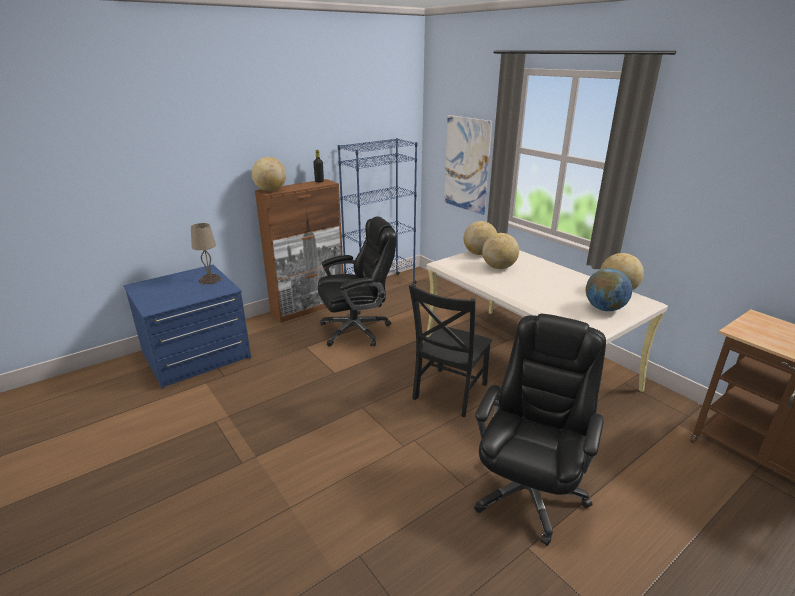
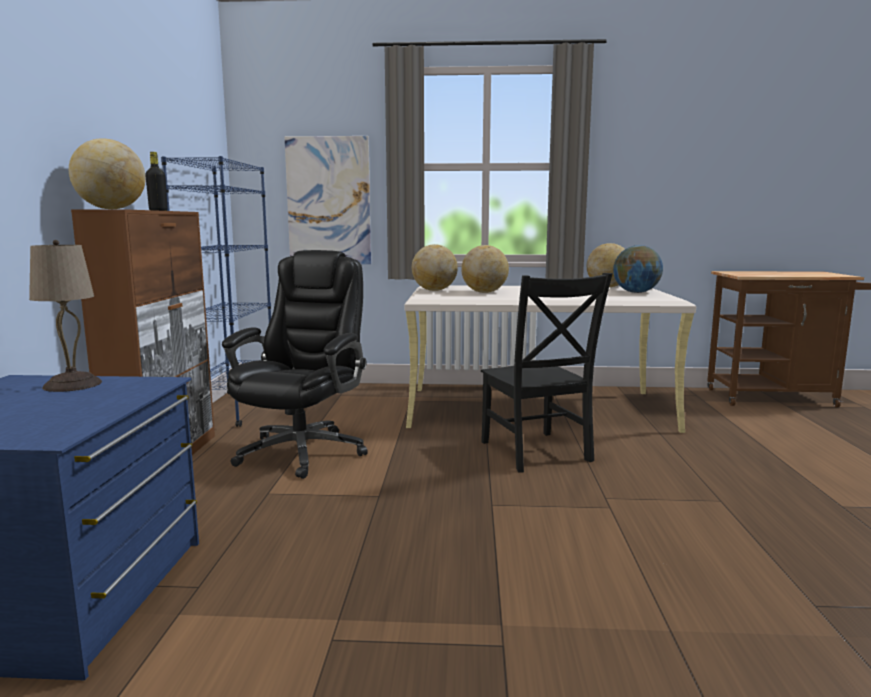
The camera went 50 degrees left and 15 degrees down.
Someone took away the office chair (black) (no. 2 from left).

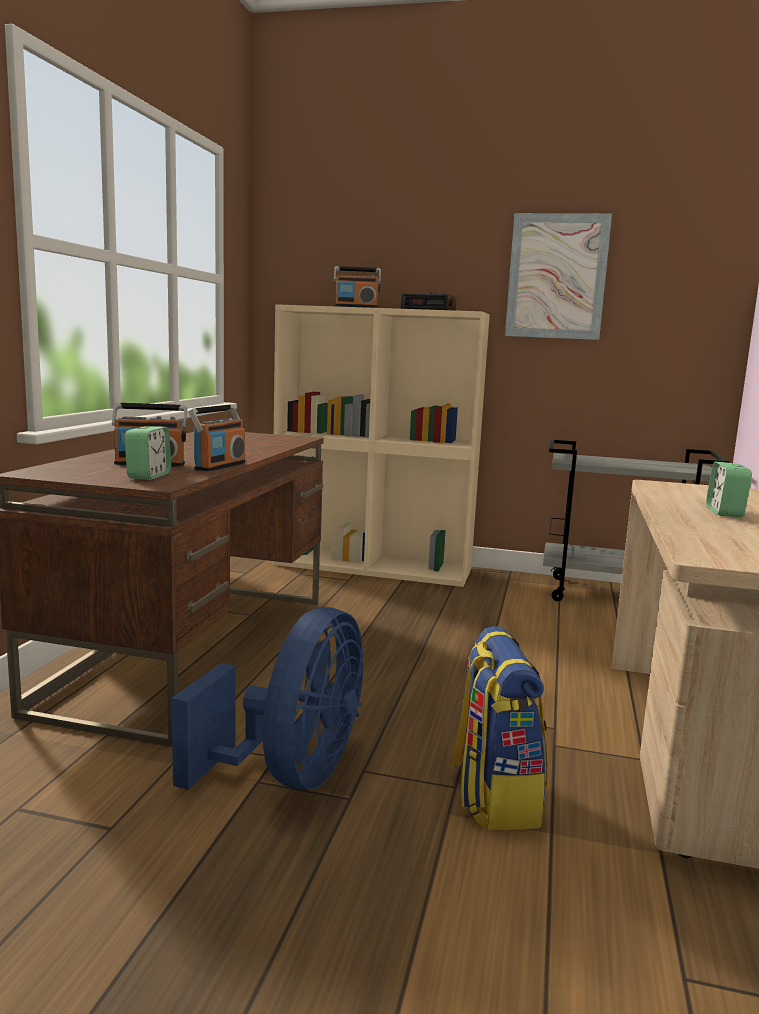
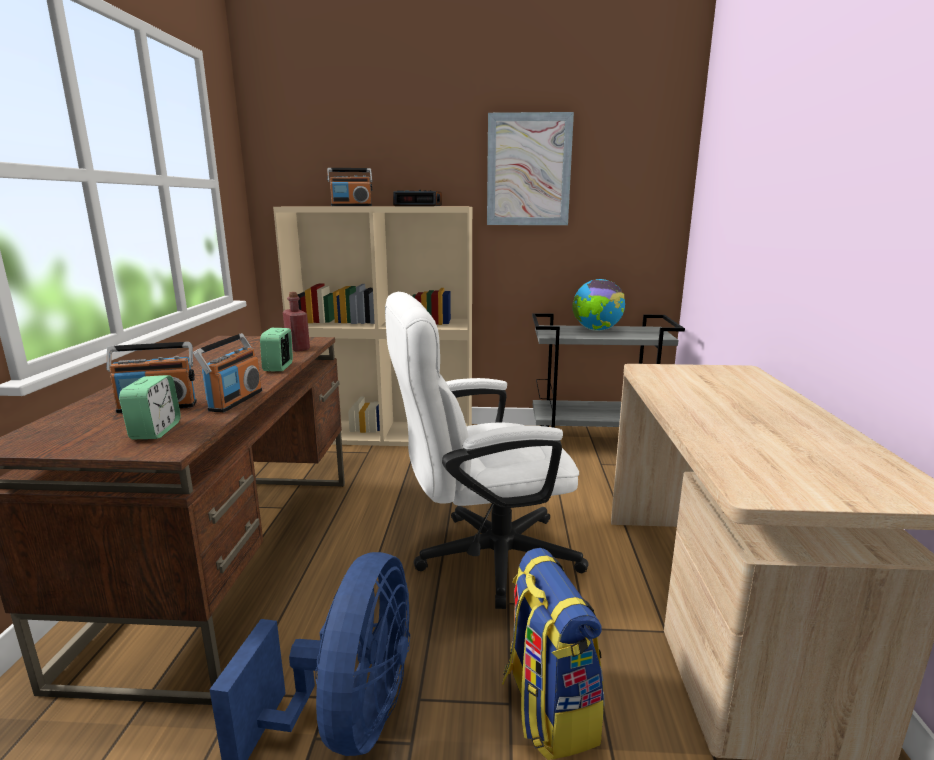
The camera went 10 degrees left and 5 degrees up.
Someone put down the bottle (red).
Someone put down the office chair (white).
Someone put down the globe.
Someone carried the alarm clock (no. 3 from left in the first image).

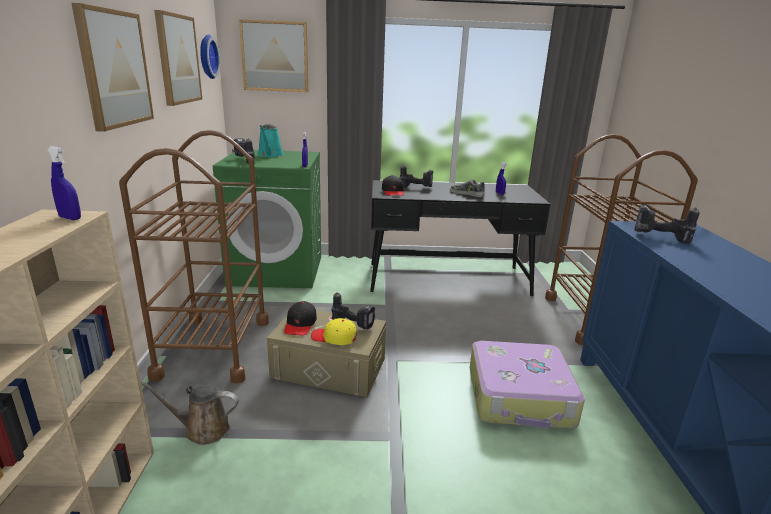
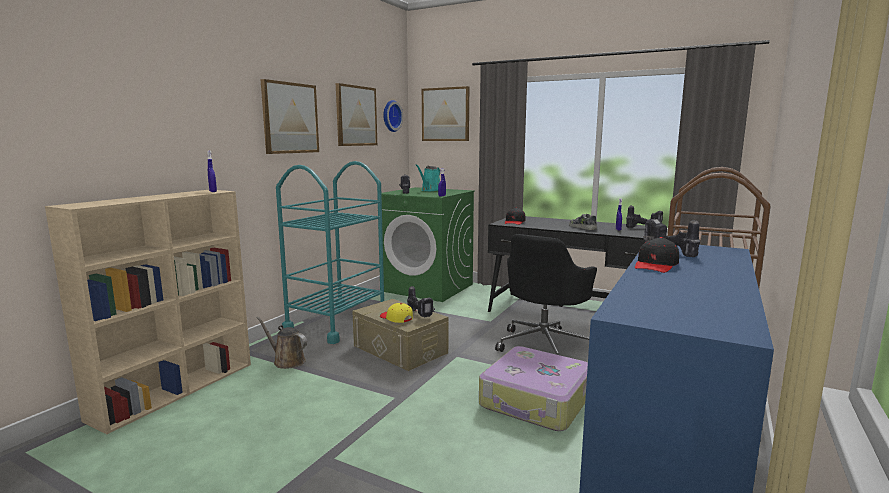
The camera went 30 degrees right and 10 degrees down.
Someone put down the office chair (black).
Someone carried the cap (black) (no. 1 from left in the first image).
Someone carried the power drill (no. 3 from left).
Someone repainted the cart (brown) (no. 1 from left), which became the cart (turquoise).

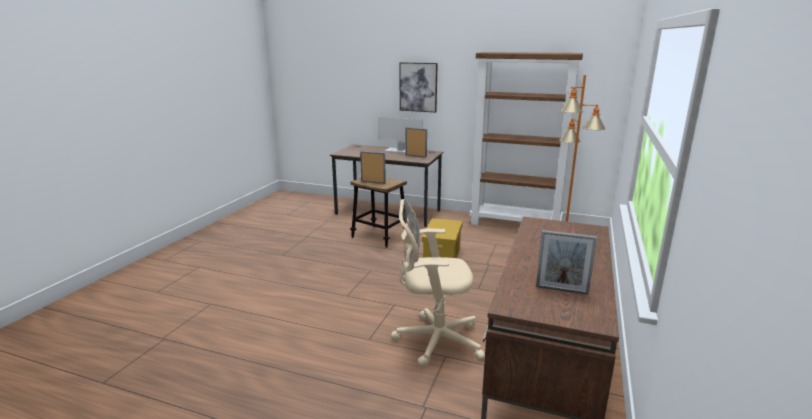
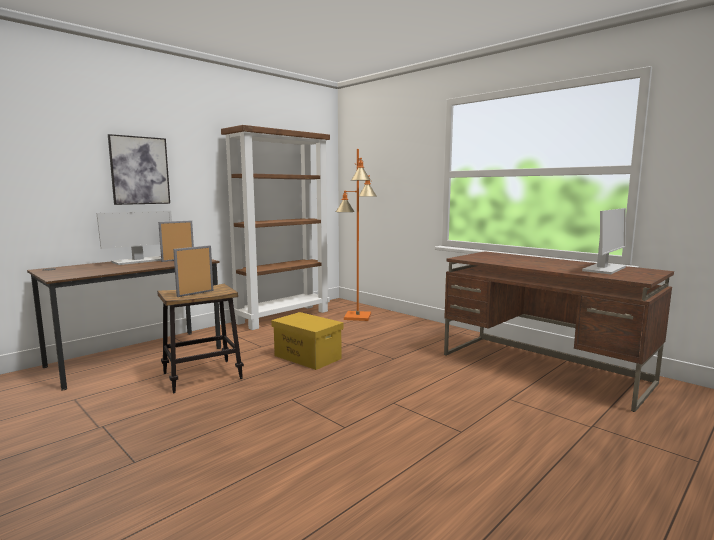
The camera went 65 degrees left and 10 degrees down.
Someone took away the office chair (beige).
Someone swapped the picture frame (no. 3 from left) for the monitor (no. 2 from left).

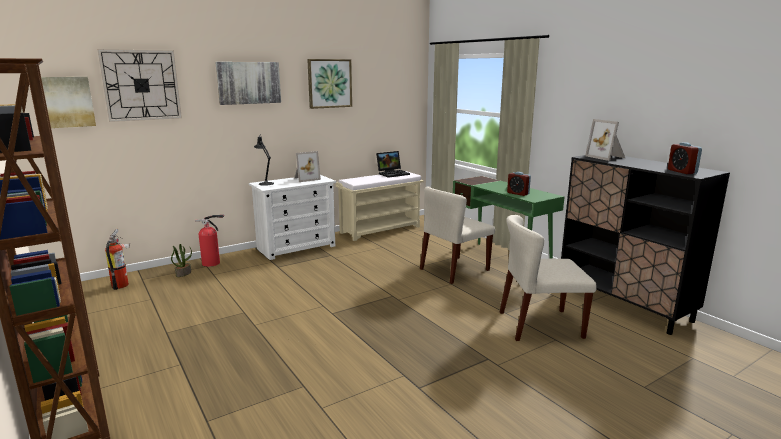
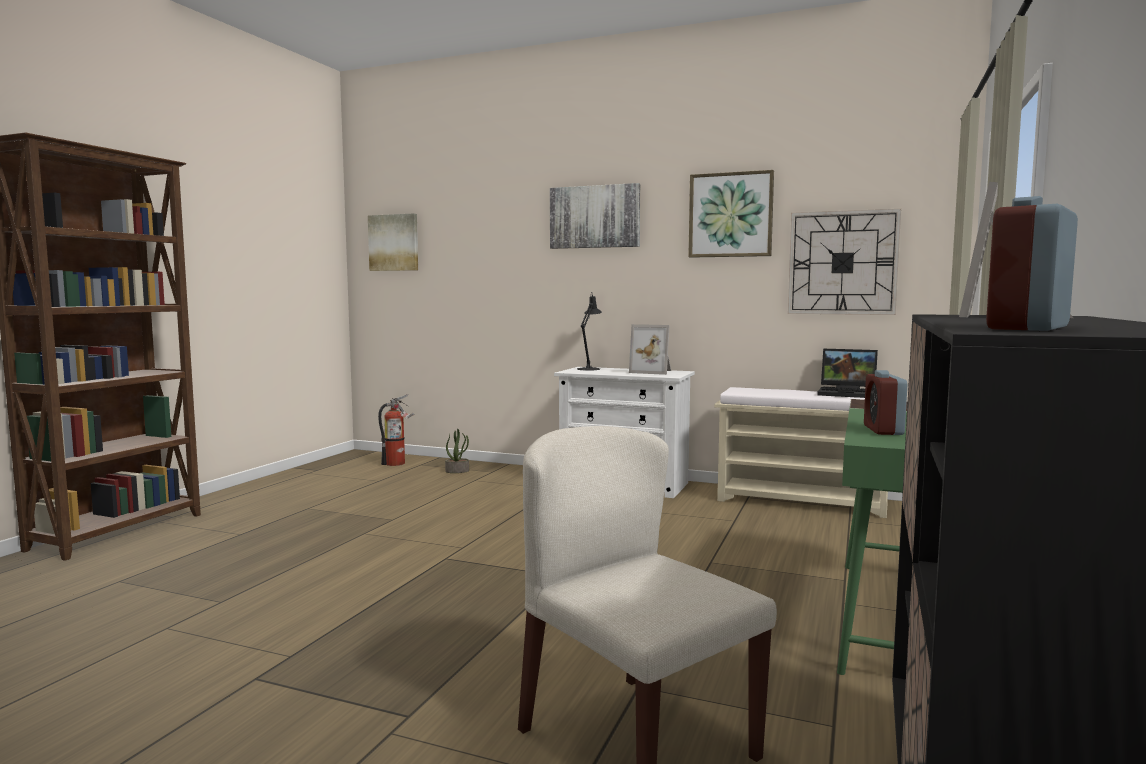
The camera went 55 degrees right and 10 degrees down.
Someone took away the fire extinguisher (no. 2 from left).
Someone took away the chair (beige) (no. 1 from left).
Someone carried the wall clock.

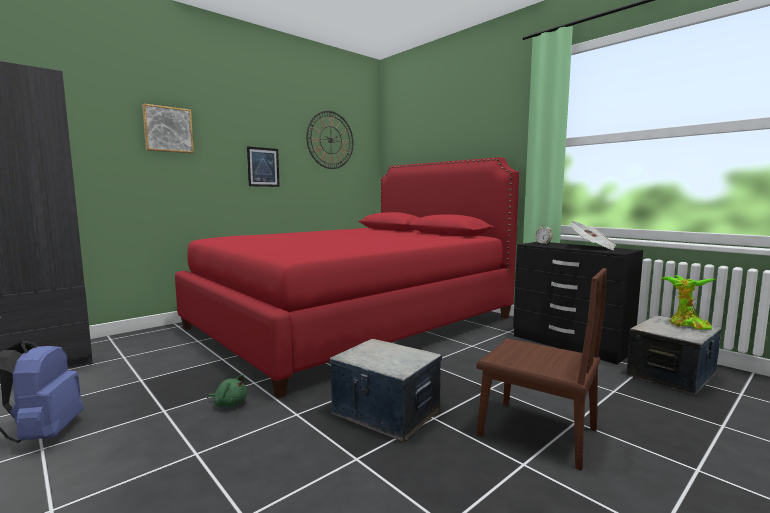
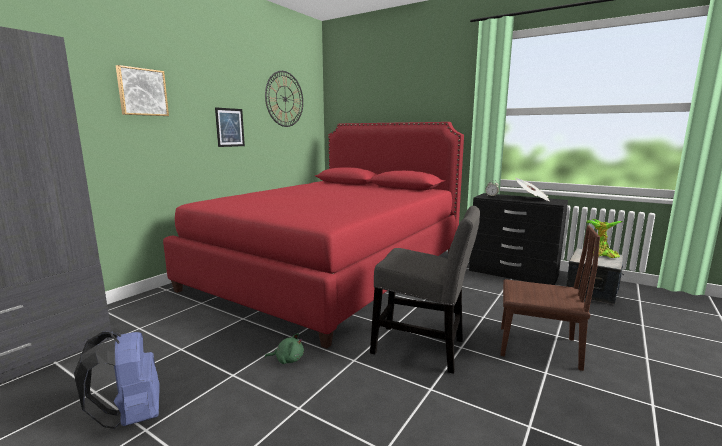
The camera went 15 degrees left and 5 degrees up.
Someone swapped the storage box (no. 1 from left) for the chair (grey).

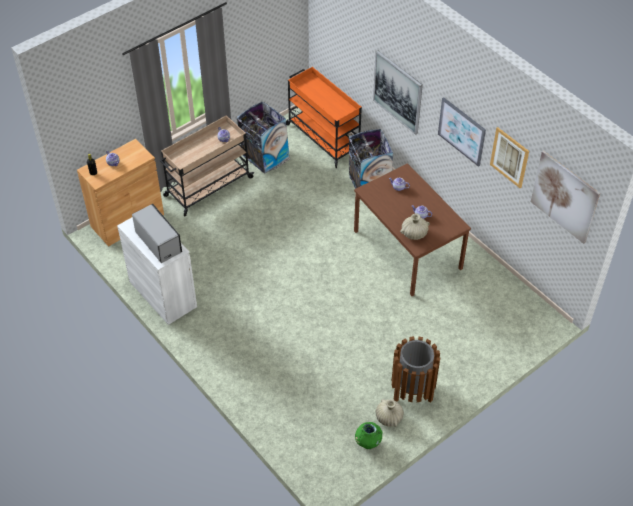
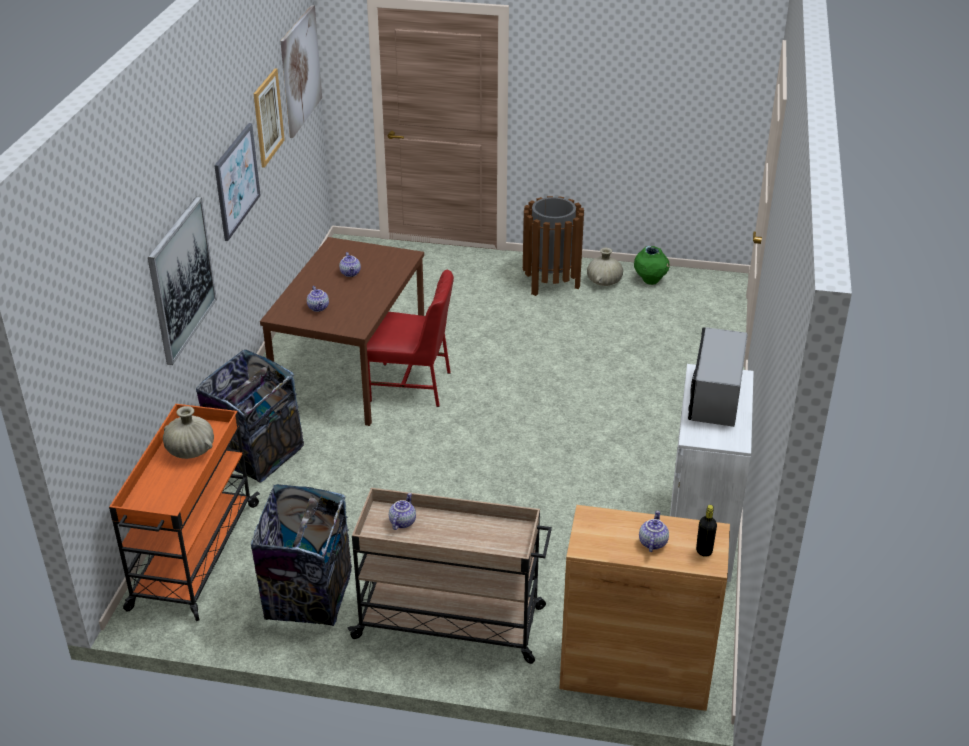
The camera went 130 degrees left and 15 degrees down.
Someone put down the chair (red).
Someone carried the vase (beige) (no. 2 from left in the first image).

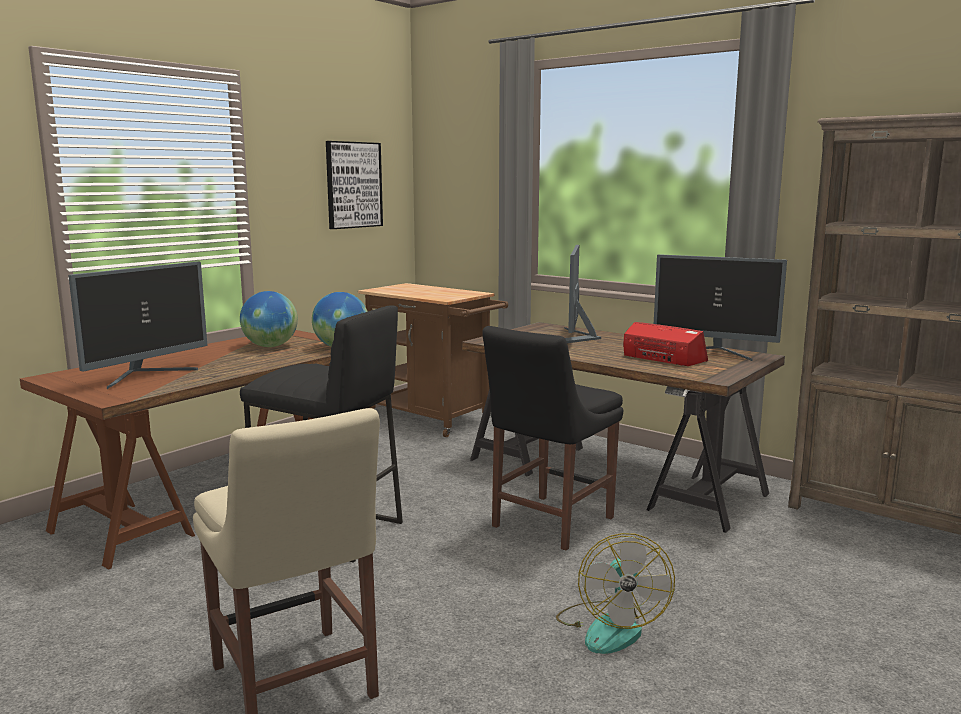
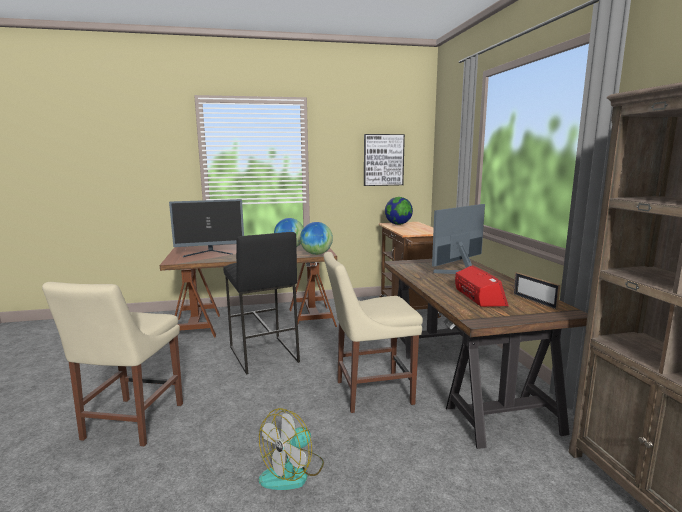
The camera went 40 degrees right and 0 degrees up.
Someone put down the globe (no. 3 from left).
Someone swapped the monitor (no. 3 from left) for the picture frame.
Someone repainted the chair (black), which became the chair (beige) (no. 2 from left).

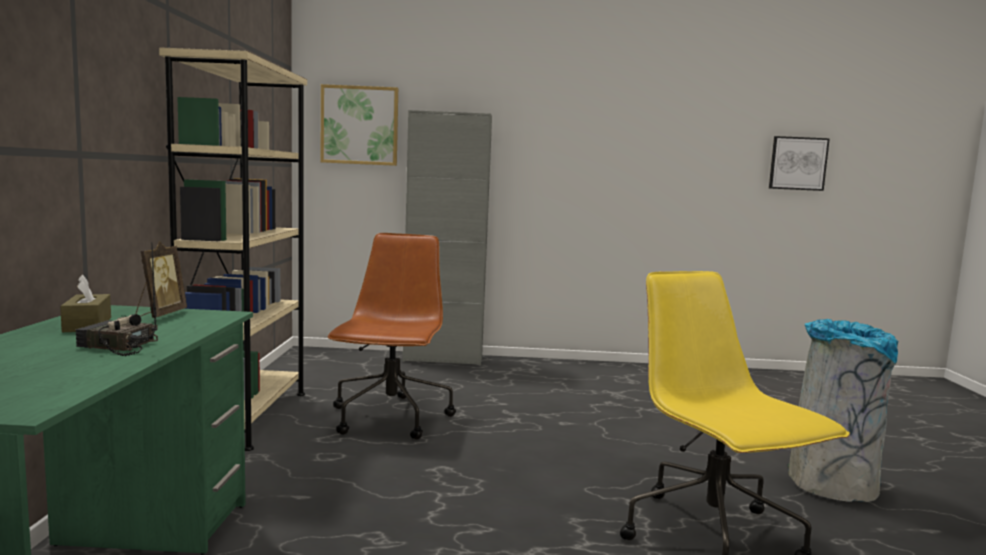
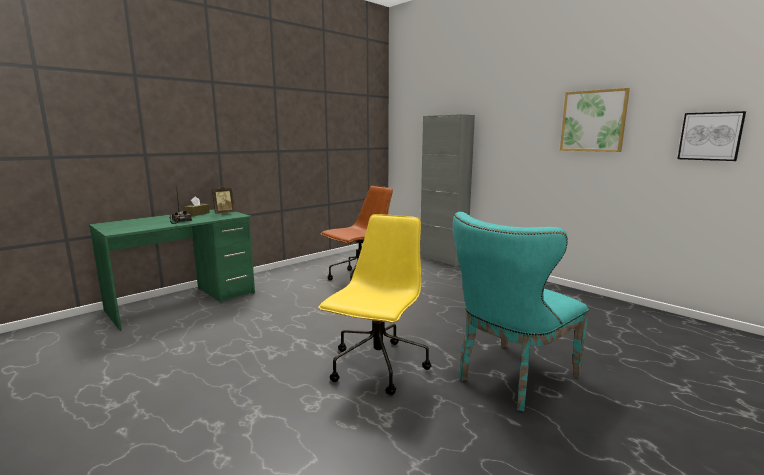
The camera went 45 degrees right and 5 degrees up.
Someone took away the bookcase (beige).
Someone carried the picture (no. 1 from left).
Someone swapped the trash can (grey) for the chair (turquoise).

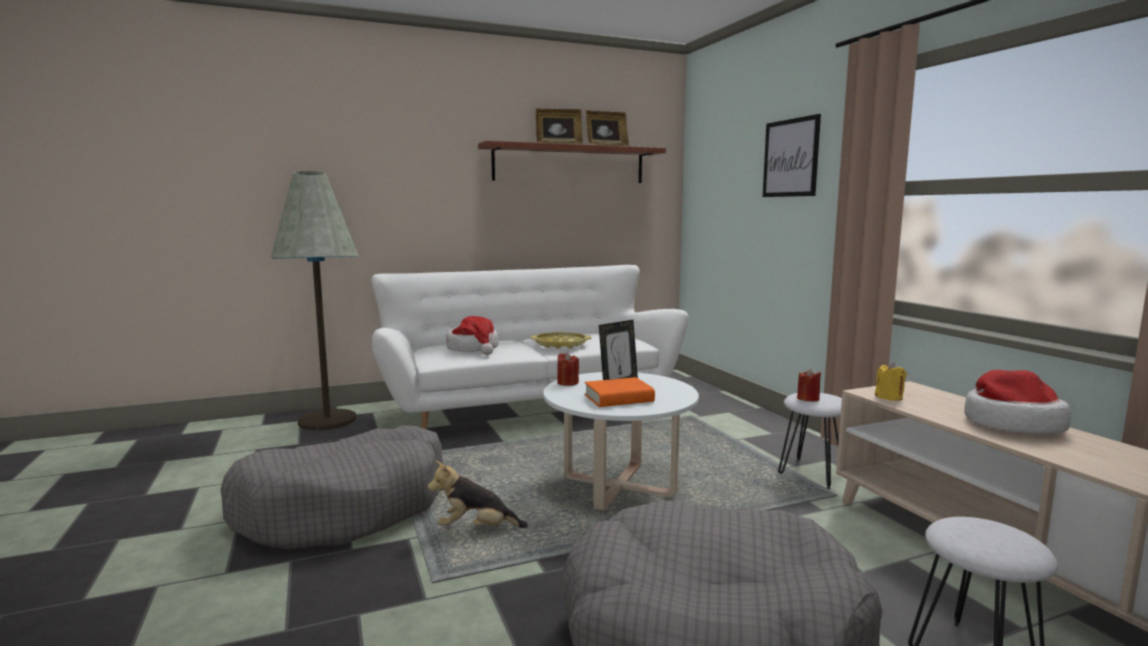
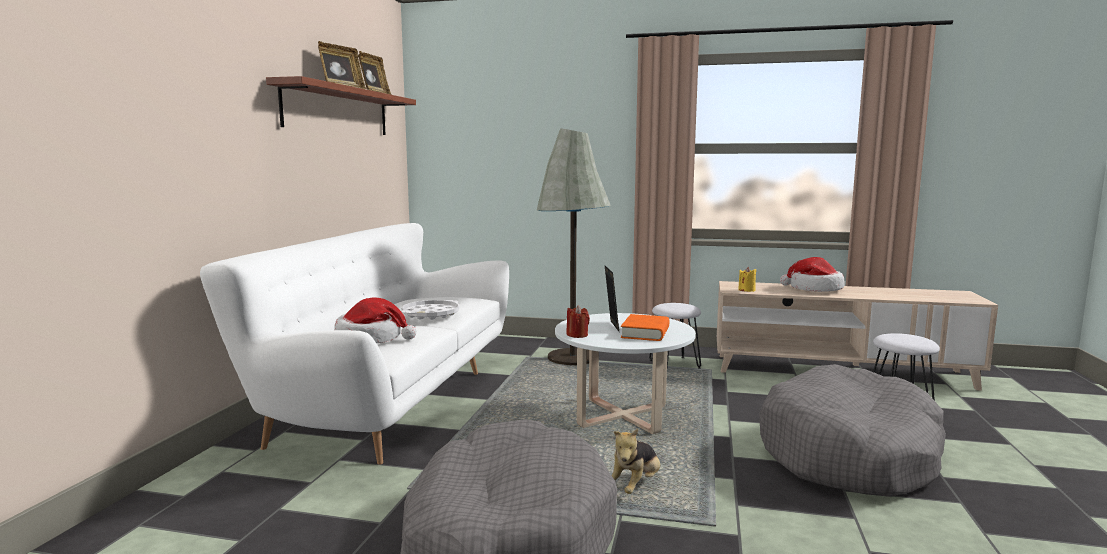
The camera went 55 degrees left and 0 degrees up.
Someone took away the picture.
Someone took away the candle (red) (no. 2 from left).
Someone carried the floor lamp (grey).
Someone repainted the tray (yellow), which became the tray (white).

